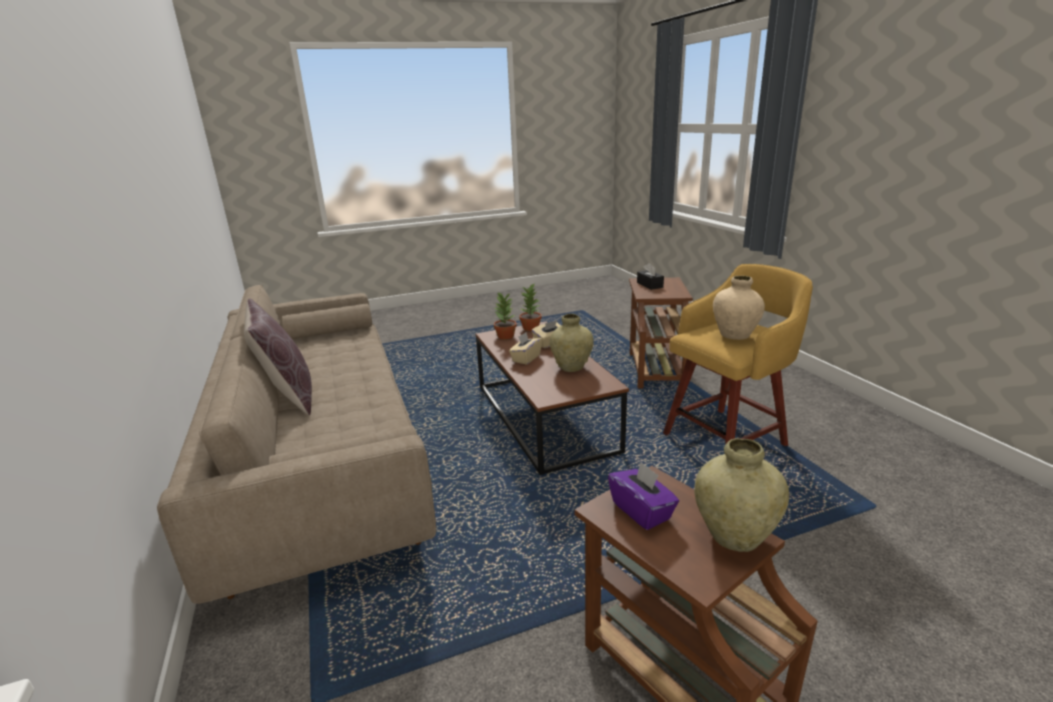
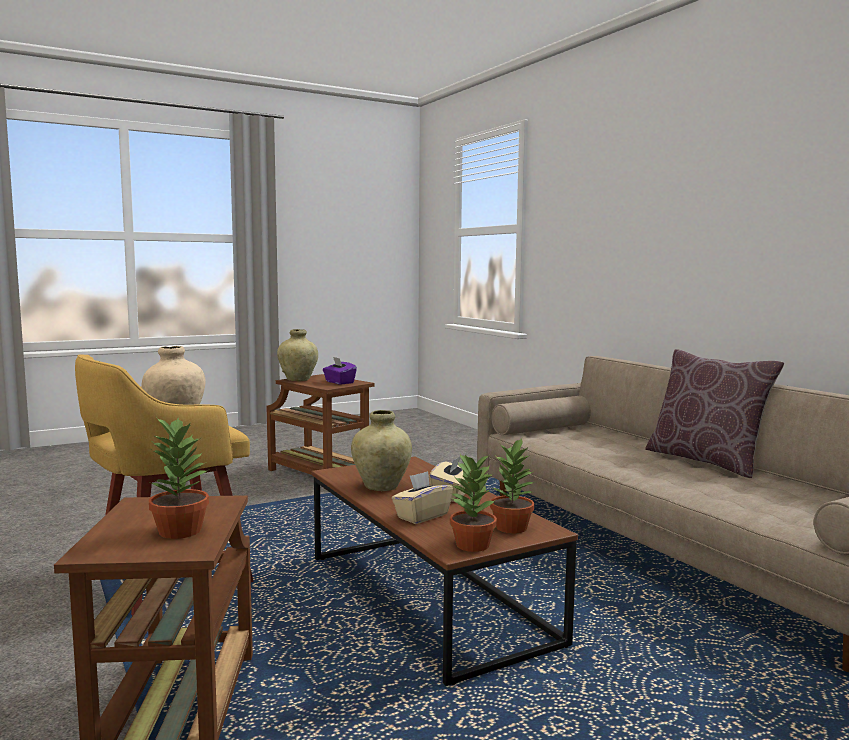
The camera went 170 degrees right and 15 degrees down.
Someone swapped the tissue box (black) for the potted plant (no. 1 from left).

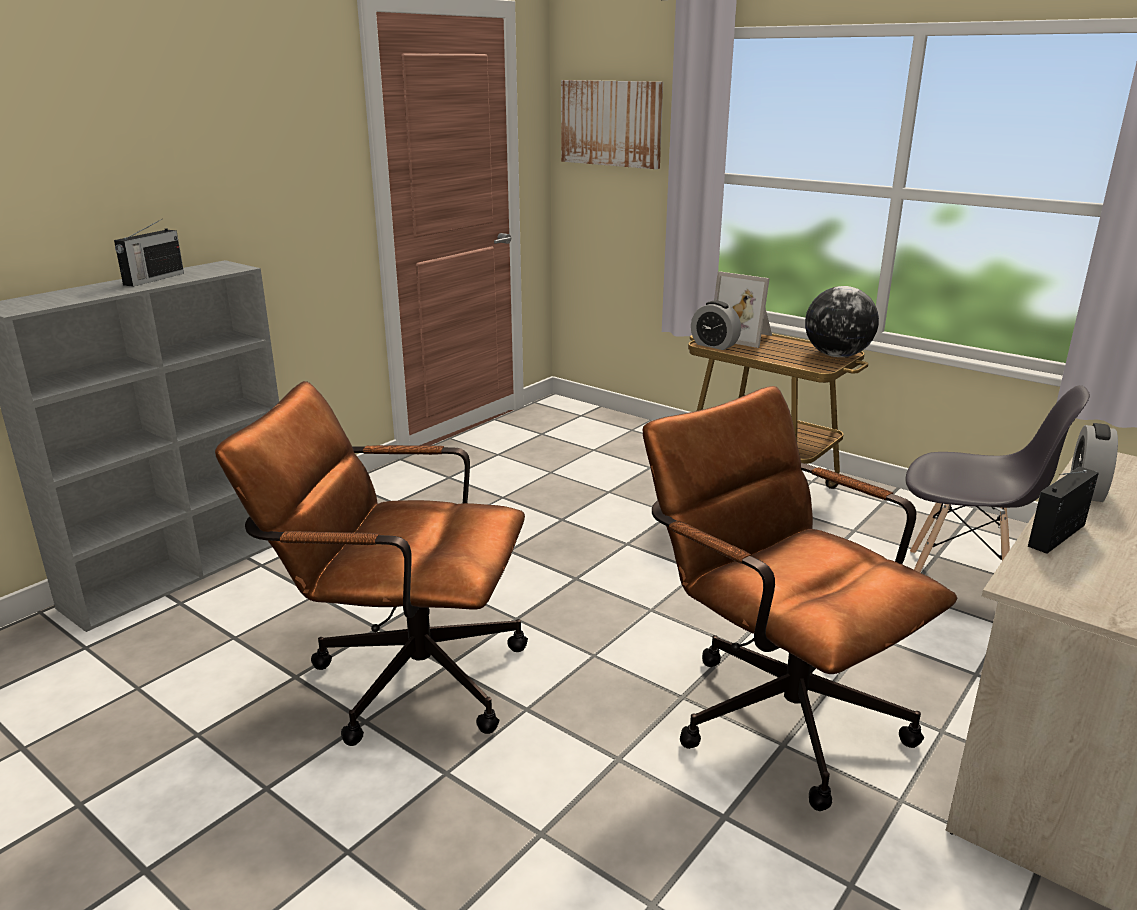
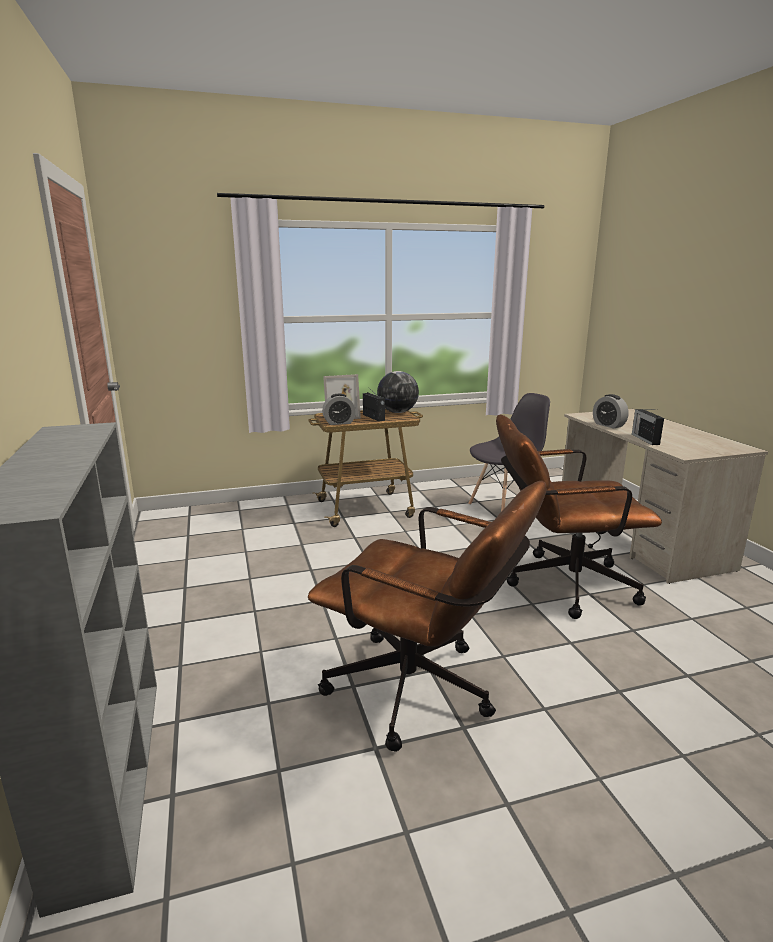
The camera went 55 degrees left and 5 degrees down.
Someone took away the picture.
Someone carried the radio (no. 1 from left).
Someone rotated the office chair (brown) (no. 1 from left) by 105 degrees counterclockwise.

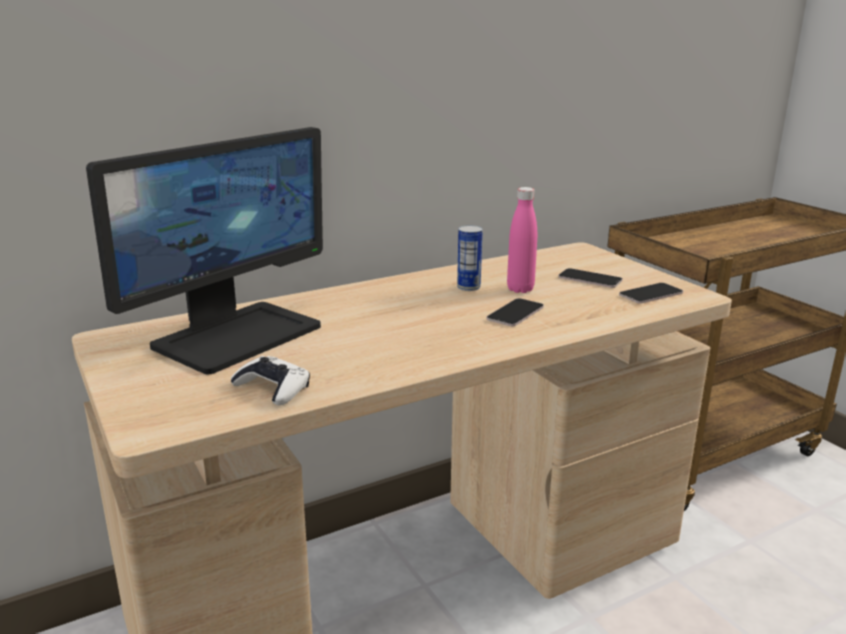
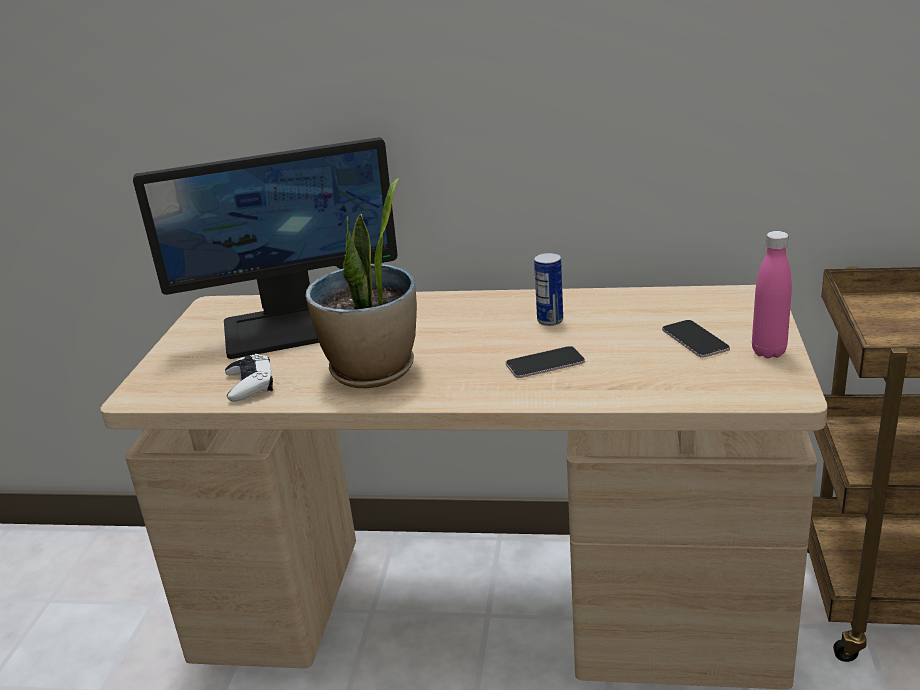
The camera went 40 degrees right and 5 degrees up.
Someone took away the phone (no. 3 from left).
Someone put down the potted plant.
Someone carried the bottle (pink).

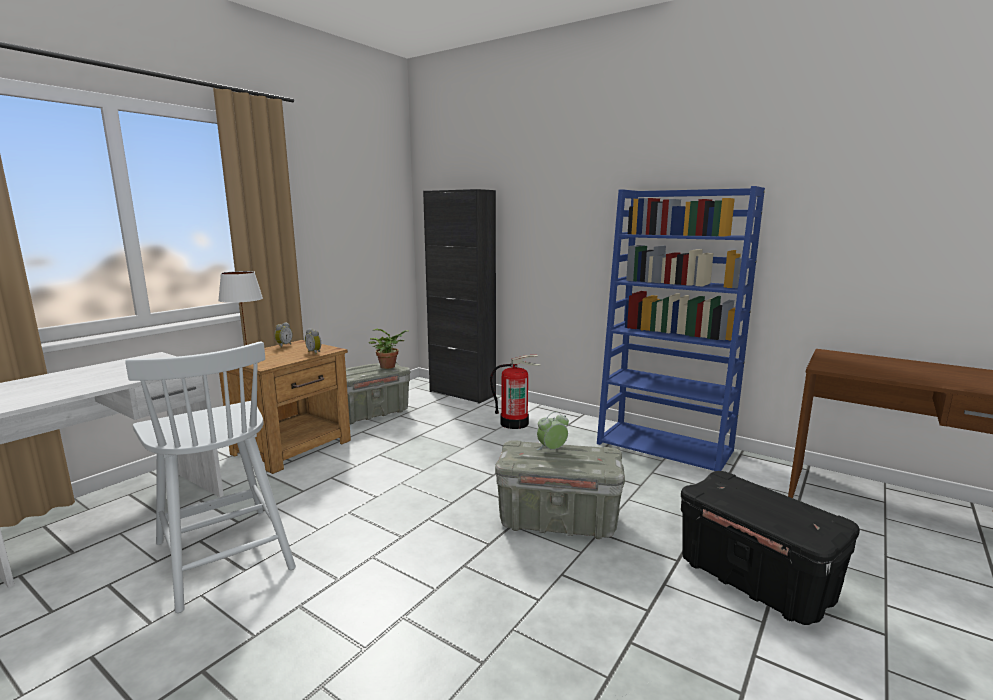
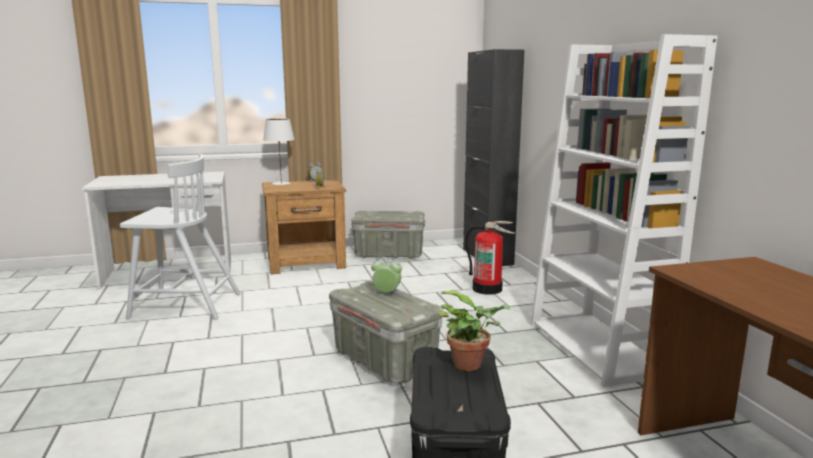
The camera went 40 degrees right and 0 degrees up.
Someone carried the potted plant.
Someone repainted the bookcase (blue), which became the bookcase (white).
Someone rotated the chair (white) by 90 degrees counterclockwise.

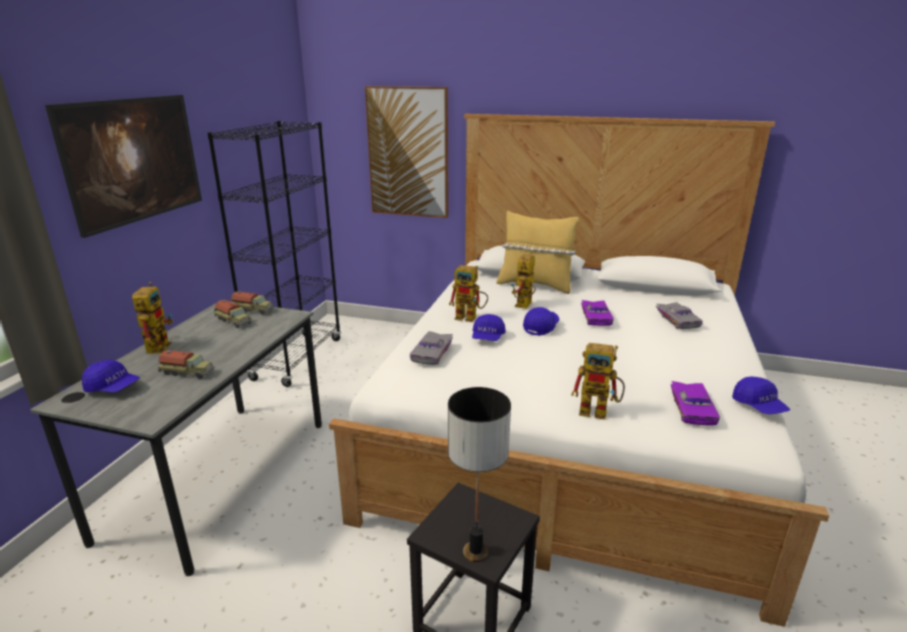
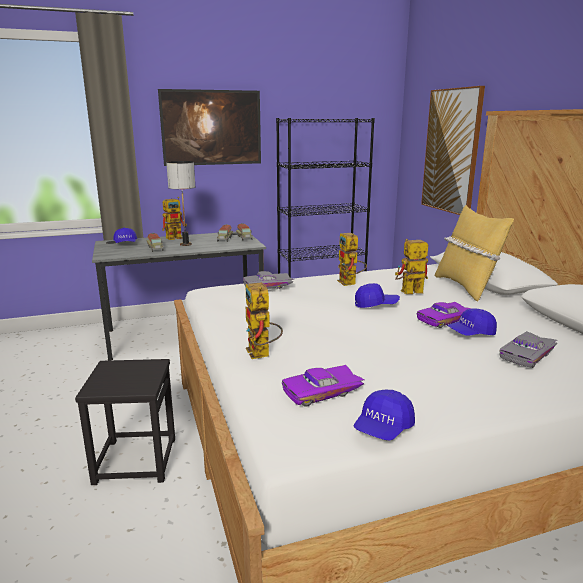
The camera went 55 degrees right and 5 degrees down.
Someone carried the table lamp.
Someone carried the cap (blue) (no. 2 from left in the first image).

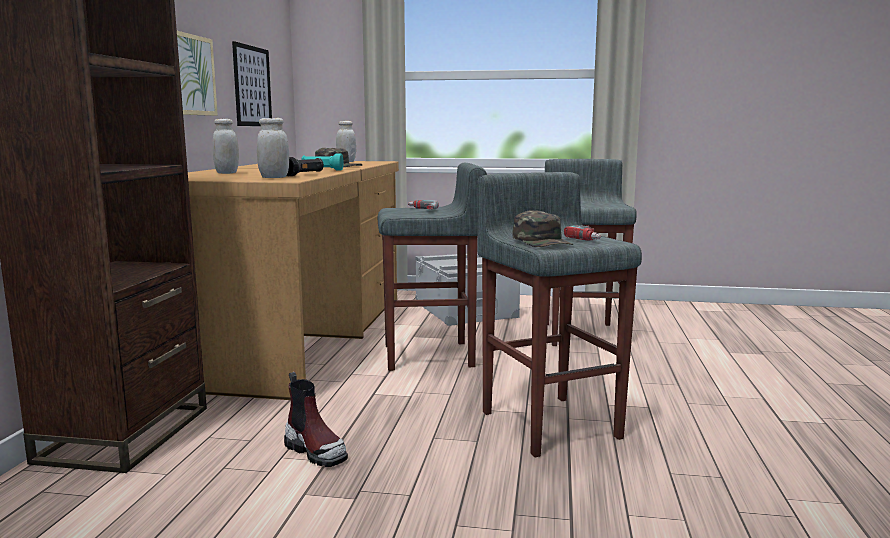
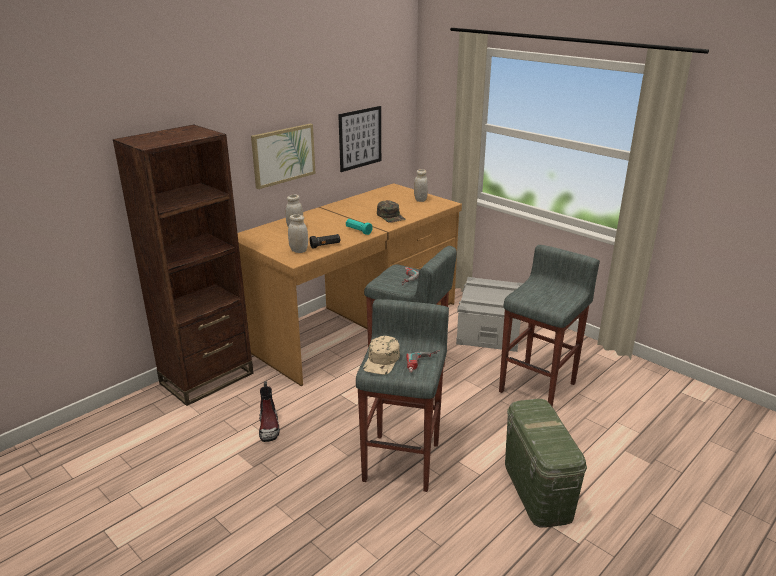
The camera went 35 degrees right and 15 degrees up.
Someone put down the storage box (green).
Someone repainted the cap (green) (no. 2 from left), which became the cap (beige).

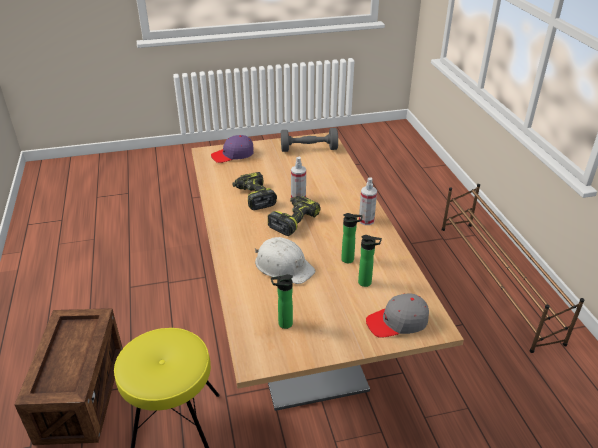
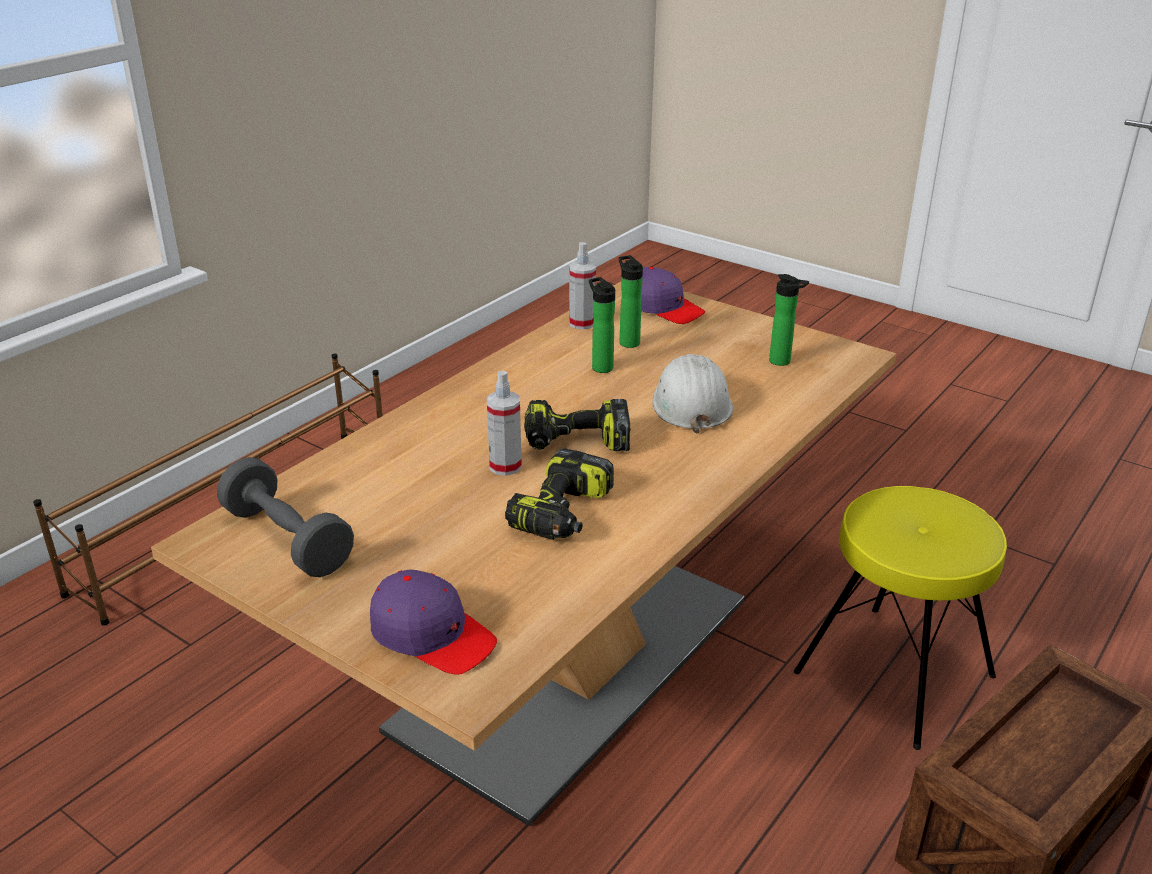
The camera went 130 degrees left and 5 degrees down.
Someone carried the spray bottle (no. 2 from left).
Someone repainted the cap (grey), which became the cap (purple) (no. 2 from left).

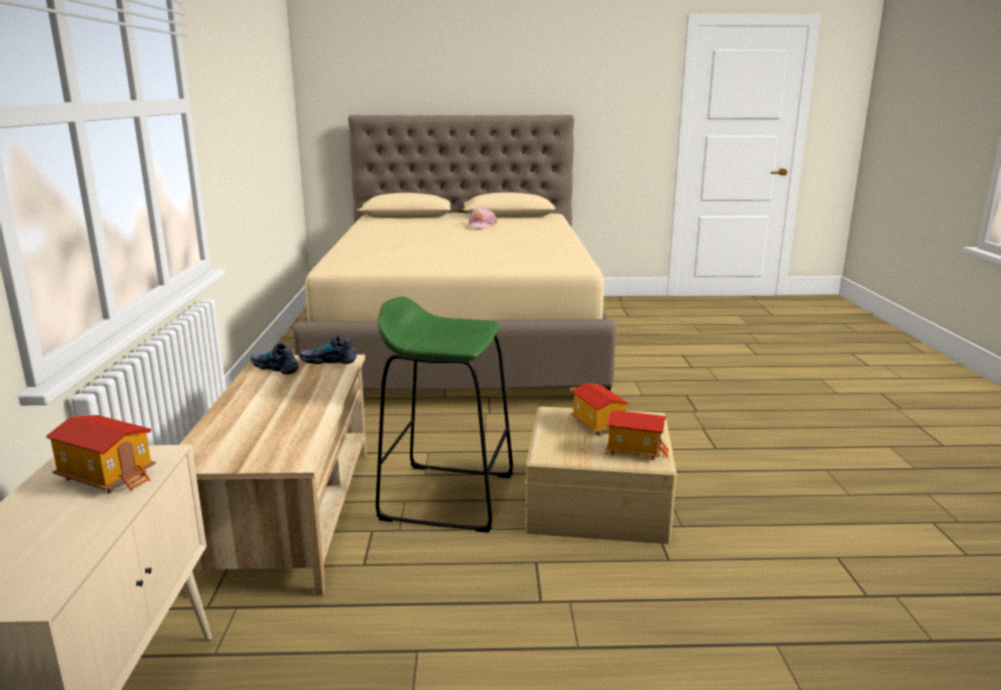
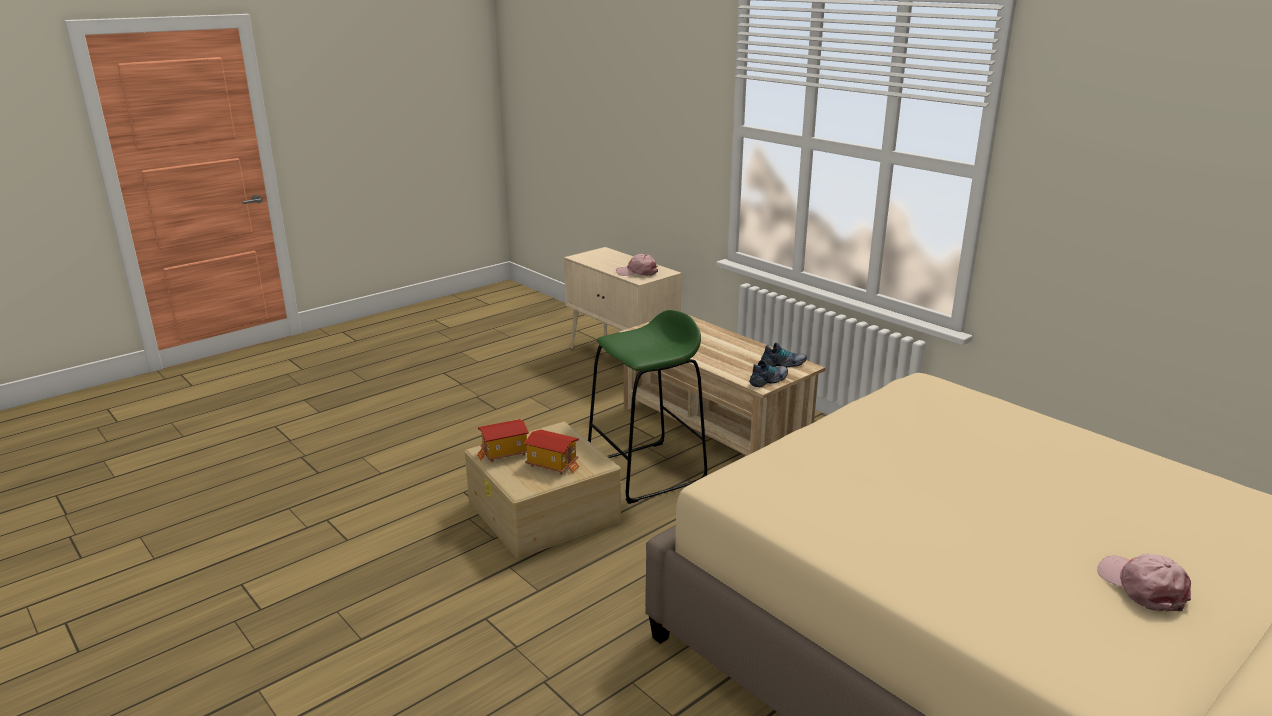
The camera went 140 degrees right and 5 degrees up.
Someone swapped the toy house (no. 1 from left) for the cap (pink) (no. 1 from left).

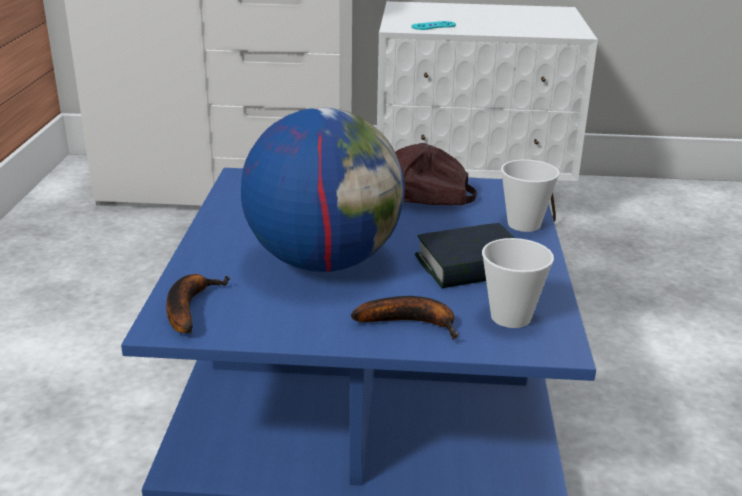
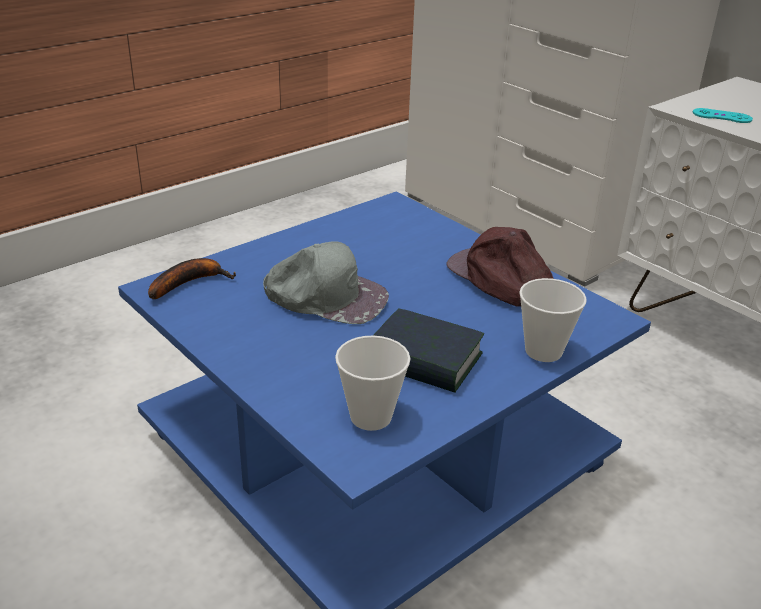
The camera went 45 degrees right and 5 degrees up.
Someone took away the banana (no. 2 from left).
Someone swapped the globe for the cap (grey).

